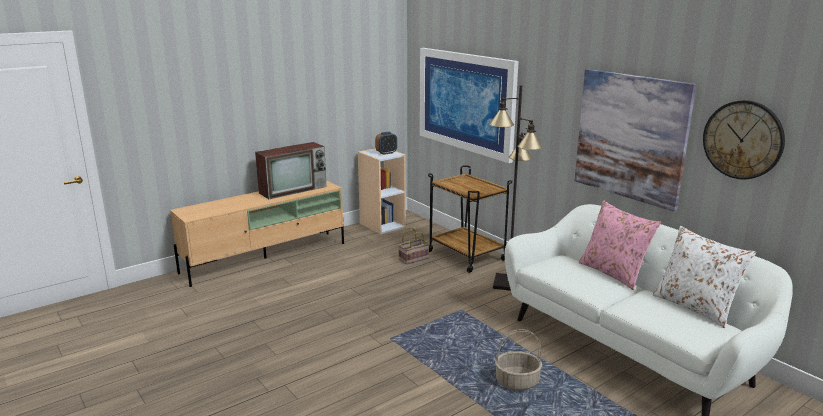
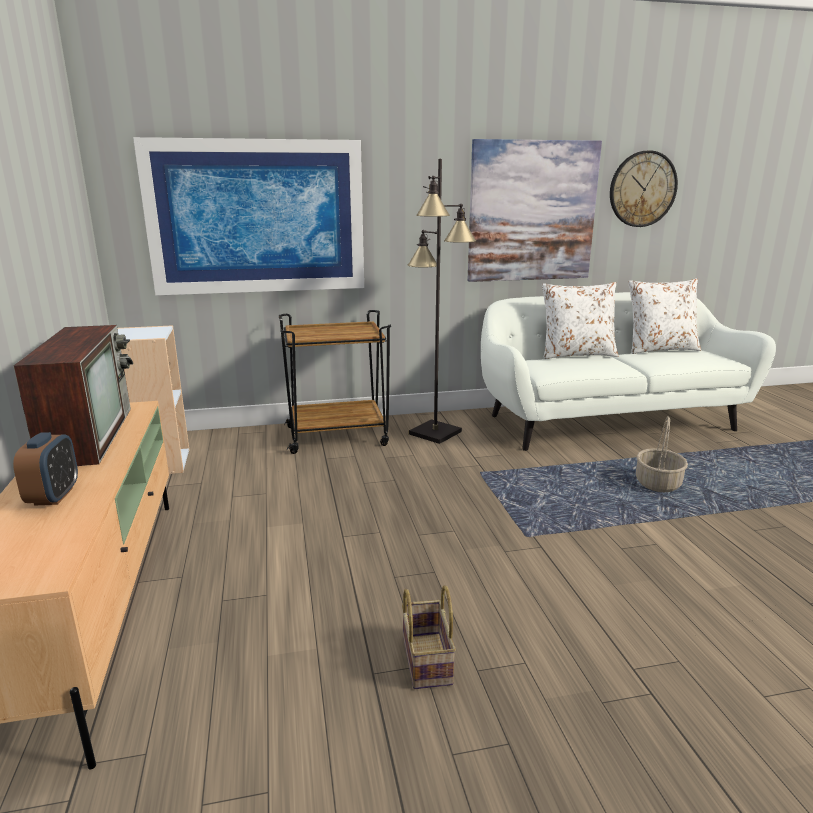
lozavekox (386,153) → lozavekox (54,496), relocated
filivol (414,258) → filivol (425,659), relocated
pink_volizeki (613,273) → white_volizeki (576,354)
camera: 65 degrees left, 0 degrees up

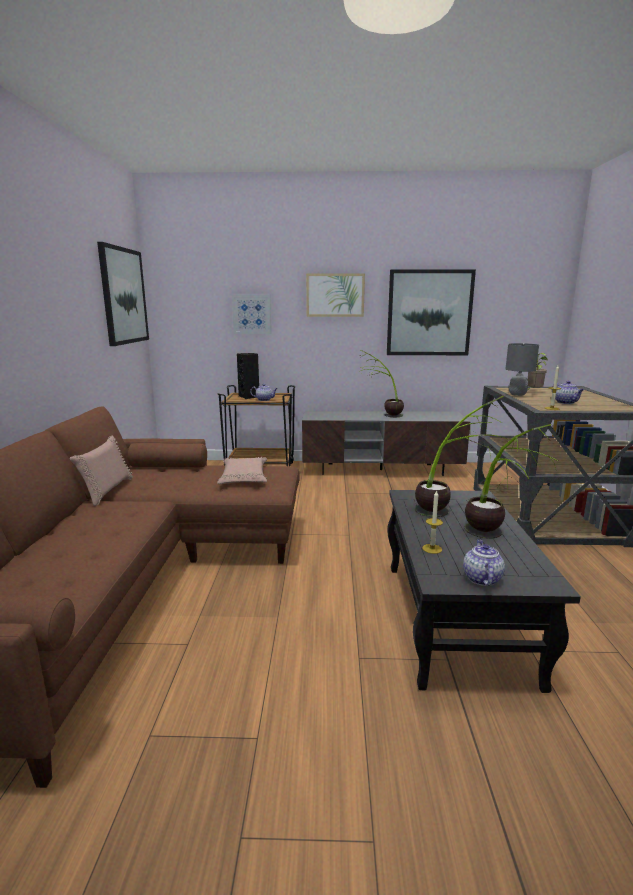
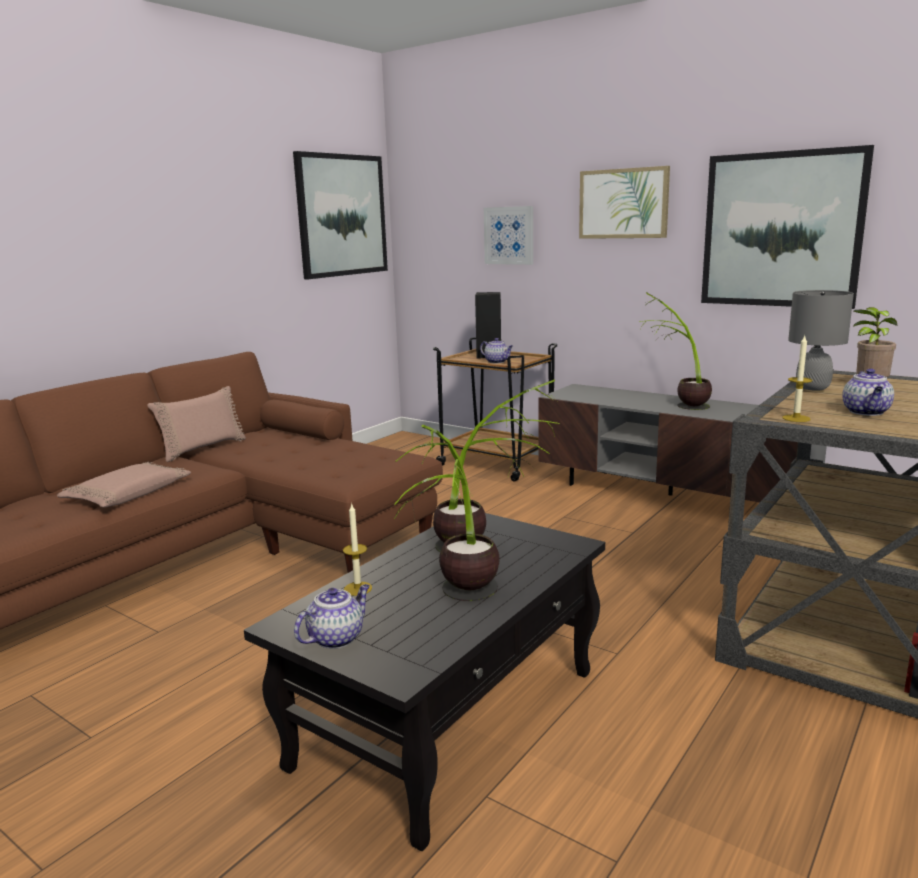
beige_volizeki (244,475) → beige_volizeki (128,492), relocated
camera: 35 degrees right, 0 degrees up

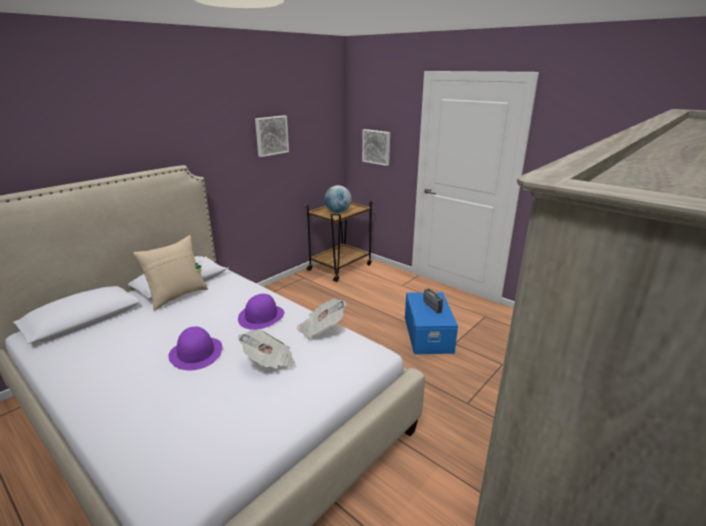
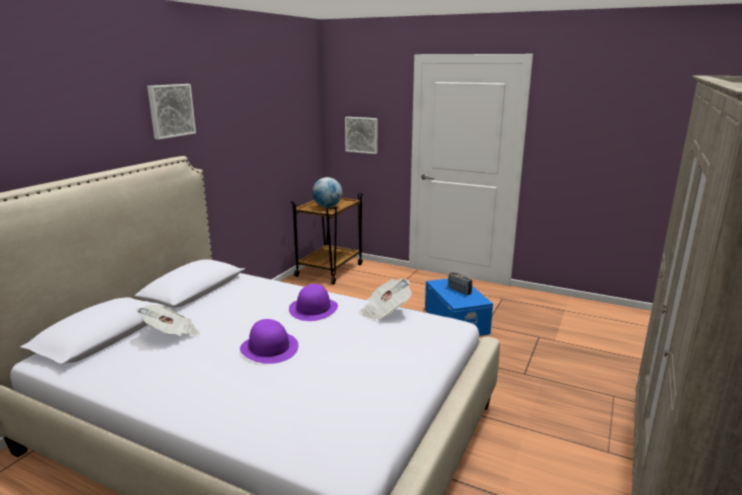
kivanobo (269,362) → kivanobo (171,334), relocated
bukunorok (271,135) → bukunorok (170,110), relocated
beige_volizeki (177,297) → -
camera: 15 degrees left, 5 degrees down

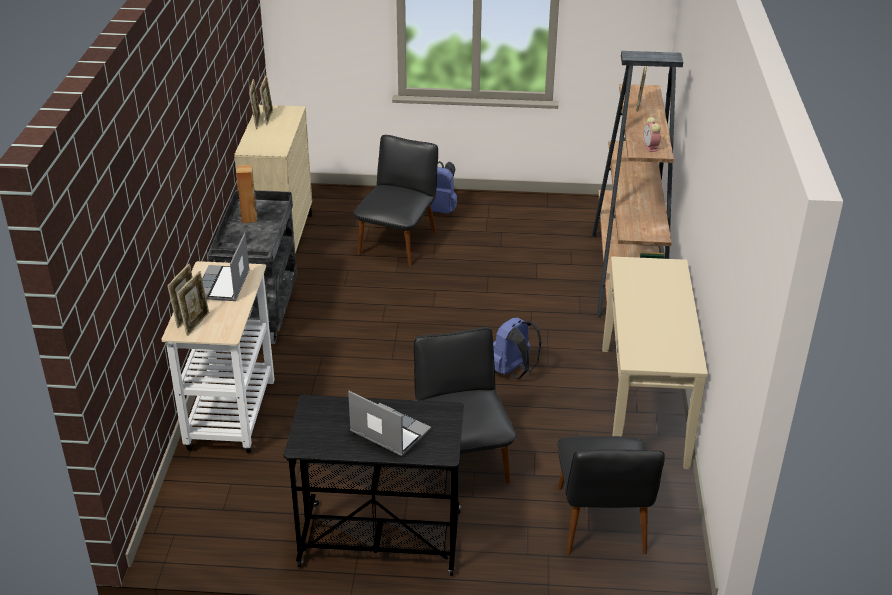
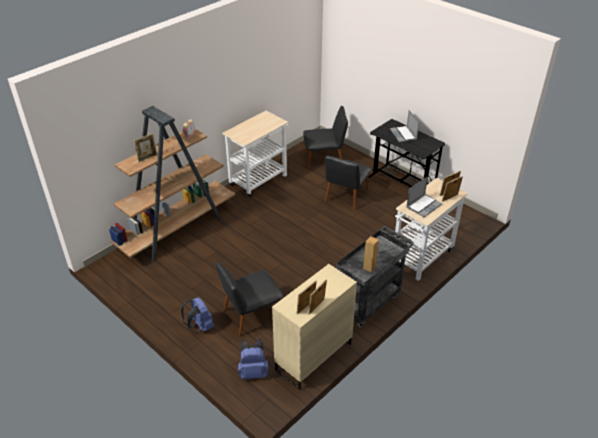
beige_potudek (644,405) → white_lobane (259,180)
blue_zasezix (513,371) → blue_zasezix (253,372), relocated
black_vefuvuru (601,520) → black_vefuvuru (324,159), 45 degrees clockwise
camera: 140 degrees left, 5 degrees up

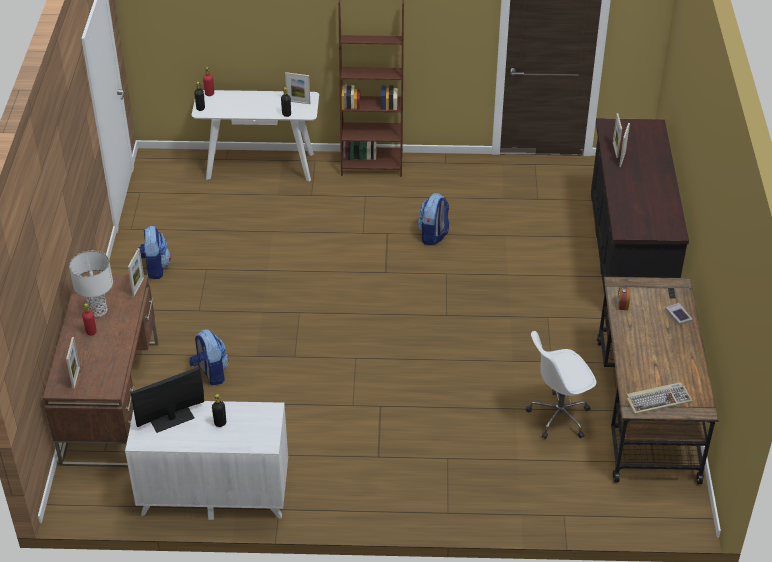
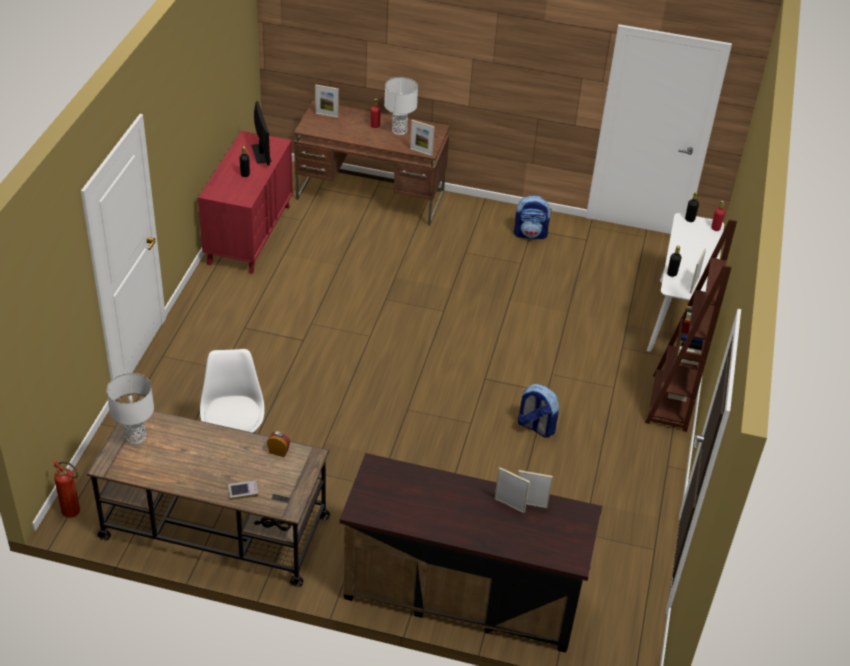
- → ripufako (74,513)
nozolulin (658,400) → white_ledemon (136,437)
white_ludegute (214,493) → red_ludegute (249,234)
zasezix (210,373) → -
camera: 100 degrees right, 0 degrees up

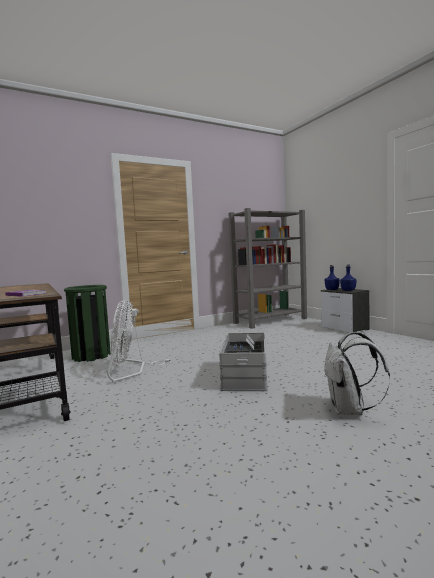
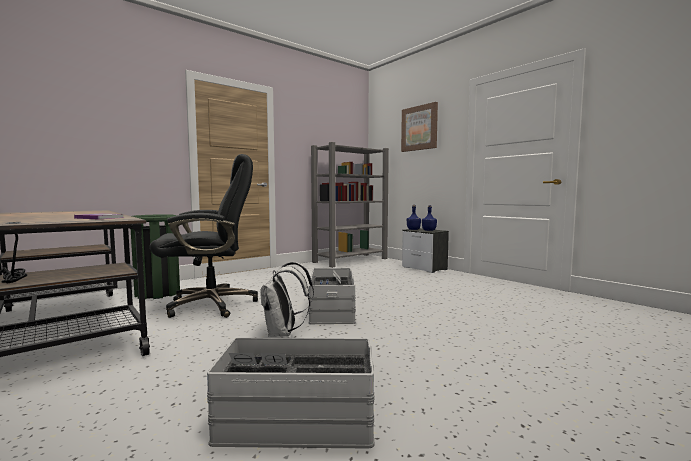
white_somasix (133,369) → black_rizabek (210,305)
- → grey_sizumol (296,420)
white_zasezix (349,410) → white_zasezix (283,333), relocated
- → bukunorok (419,128)
camera: 10 degrees left, 0 degrees up

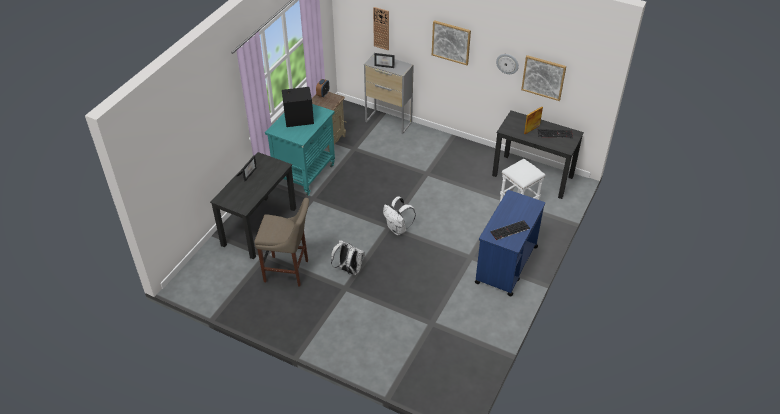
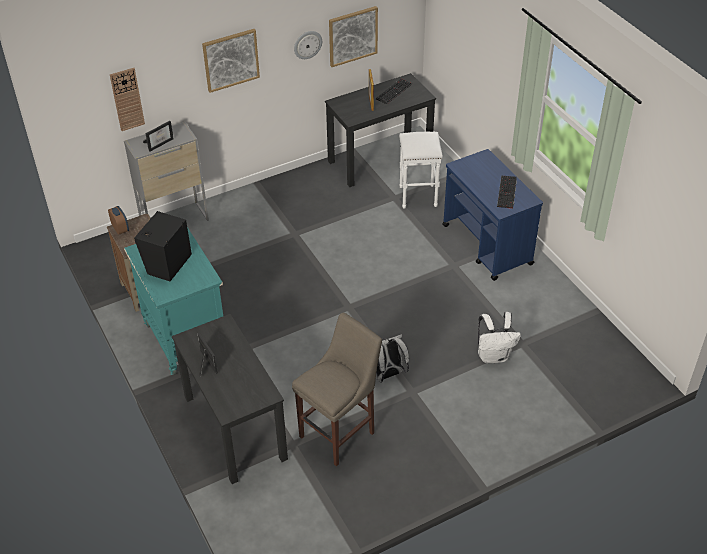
white_zasezix (398,229) → white_zasezix (494,356), relocated
camera: 55 degrees left, 0 degrees up

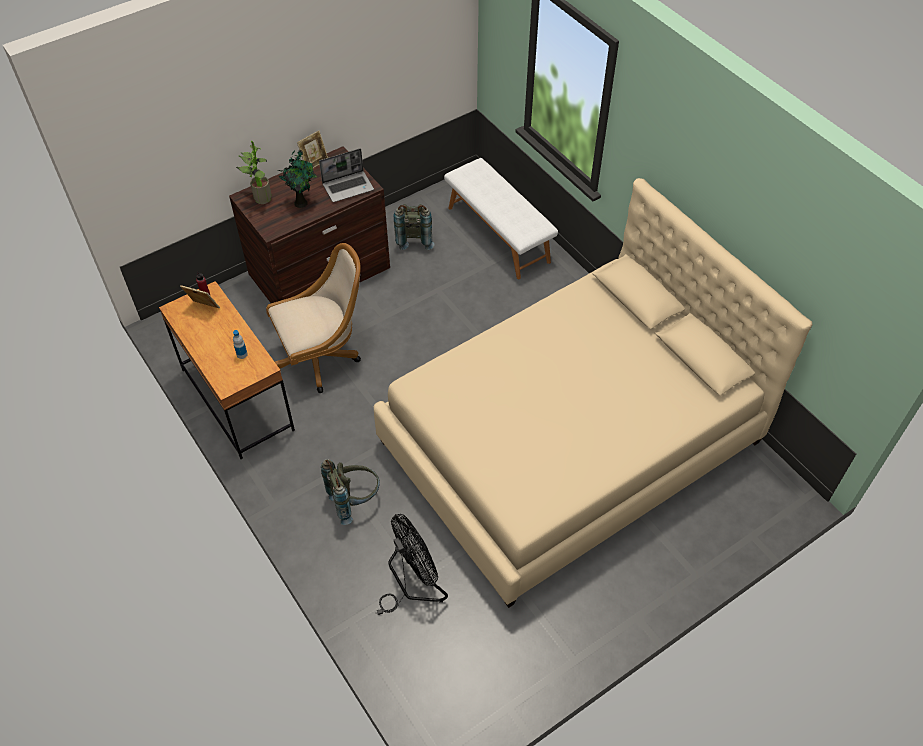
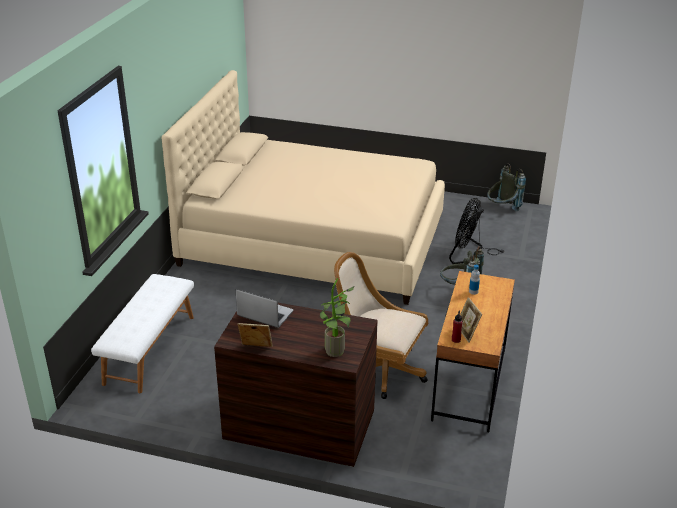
grey_zasezix (414,238) → grey_zasezix (502,209), relocated
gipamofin (301,202) → -
camera: 130 degrees left, 20 degrees down

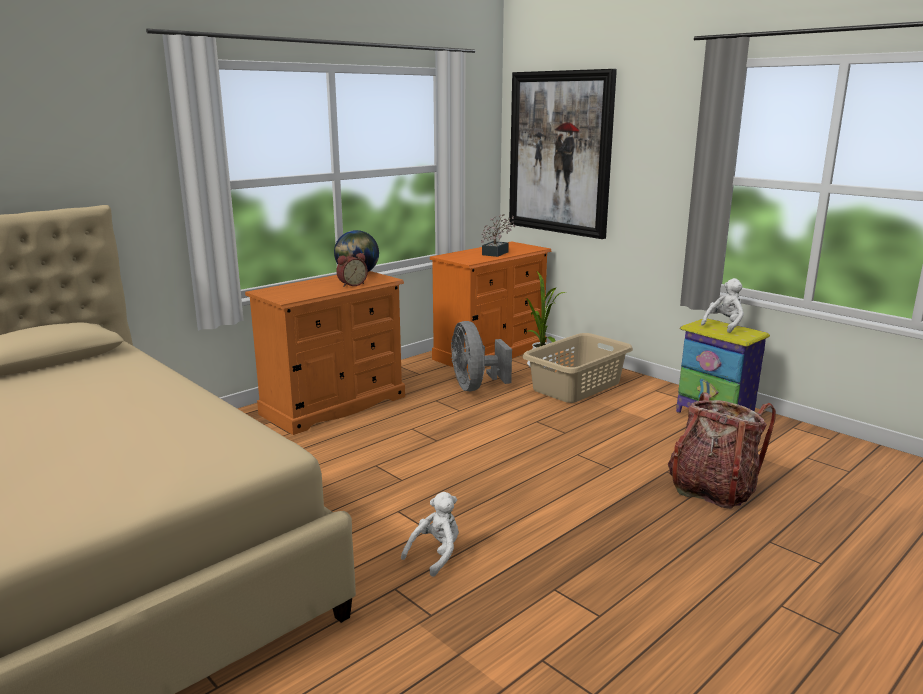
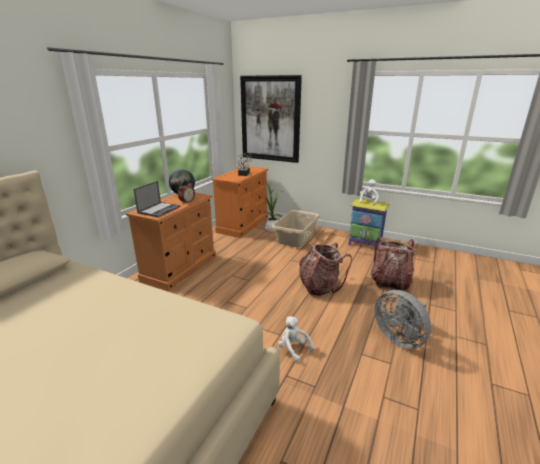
- → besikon (159,210)
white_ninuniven (436,555) → white_ninuniven (293,349), 60 degrees counterclockwise
- → zasezix (320,286)
grey_somasix (475,387) → grey_somasix (399,337), relocated
camera: 20 degrees left, 5 degrees up

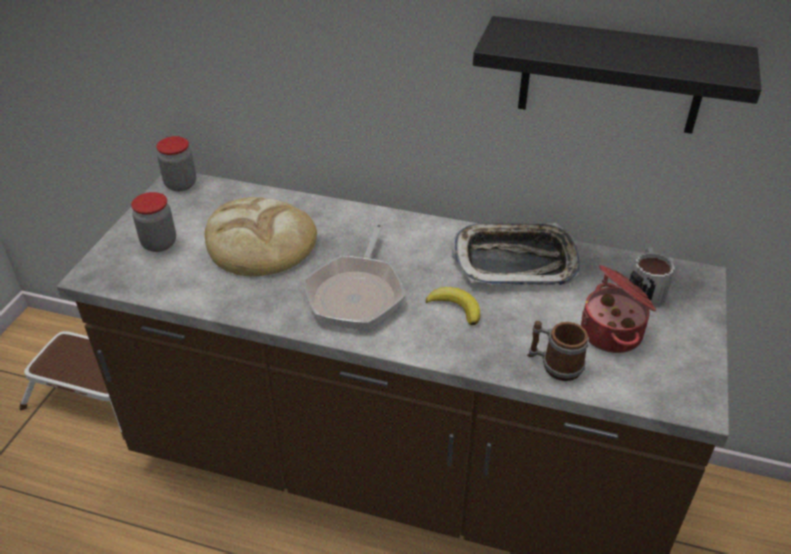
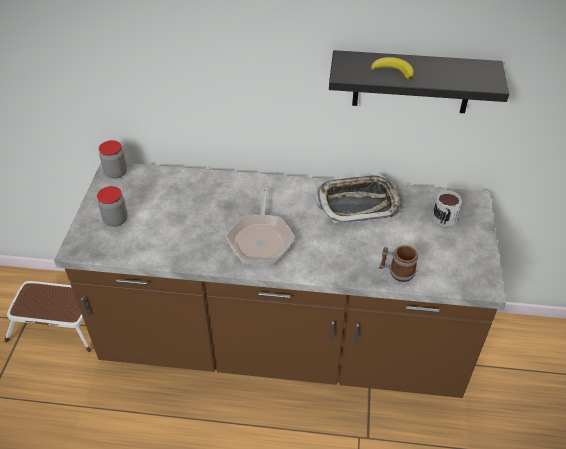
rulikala (456,307) → rulikala (393,71), relocated
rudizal (260,242) → -
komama (613,333) → -
camera: 10 degrees left, 5 degrees up

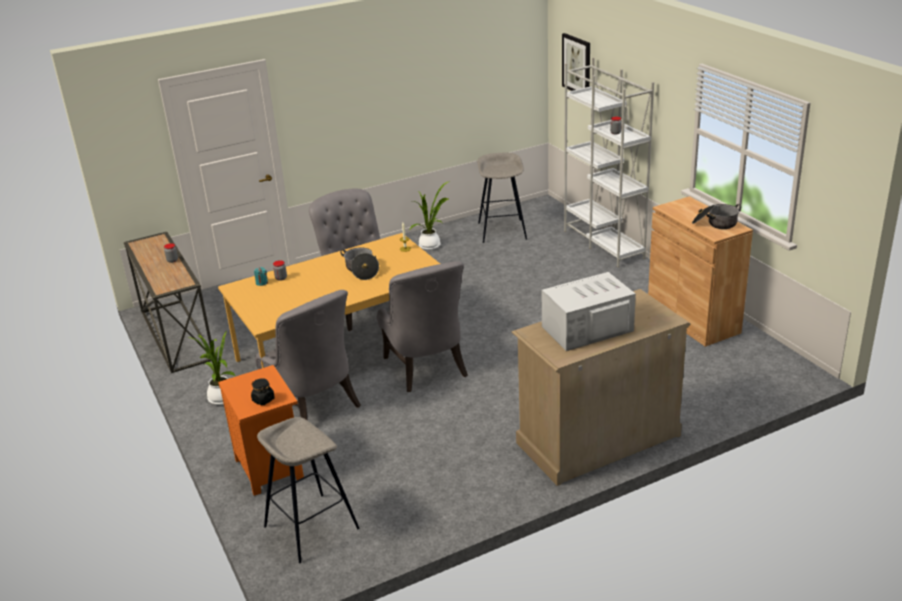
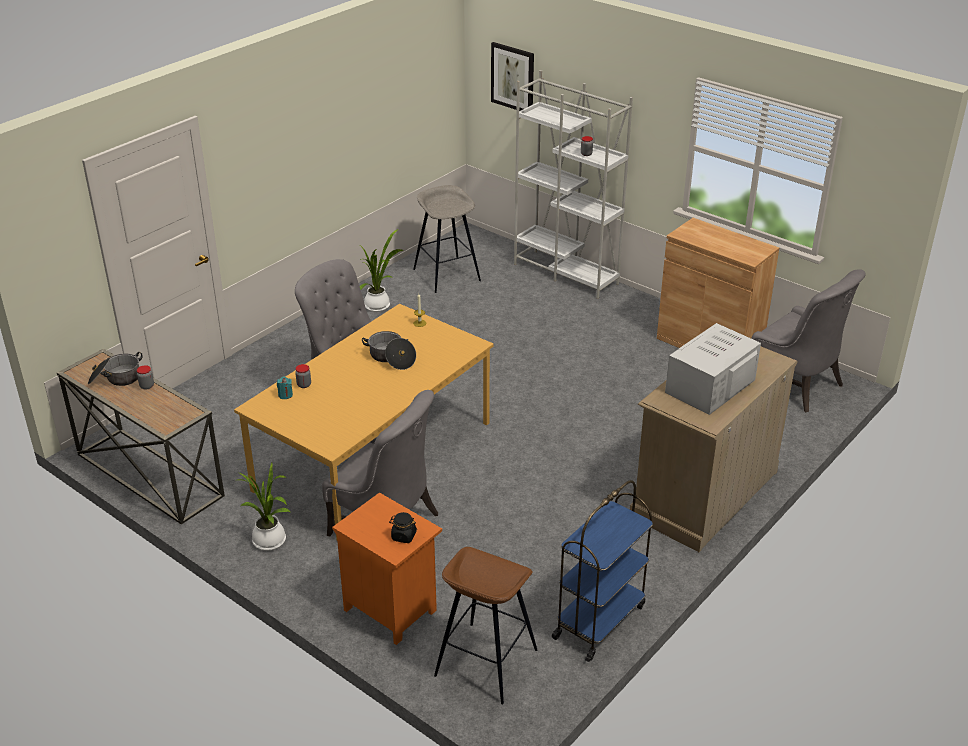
komama (715,223) → komama (116,379), relocated
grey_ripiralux (311,527) → brown_ripiralux (485,662)
- → blue_lobane (600,621)
grey_vefuvuru (426,367) → grey_vefuvuru (795,384), relocated
camera: 25 degrees left, 5 degrees up

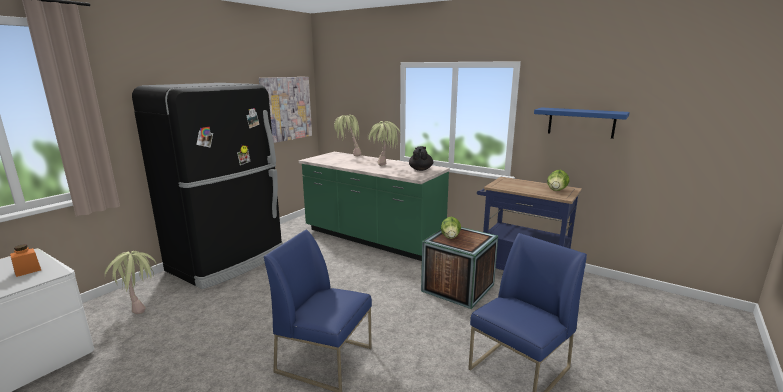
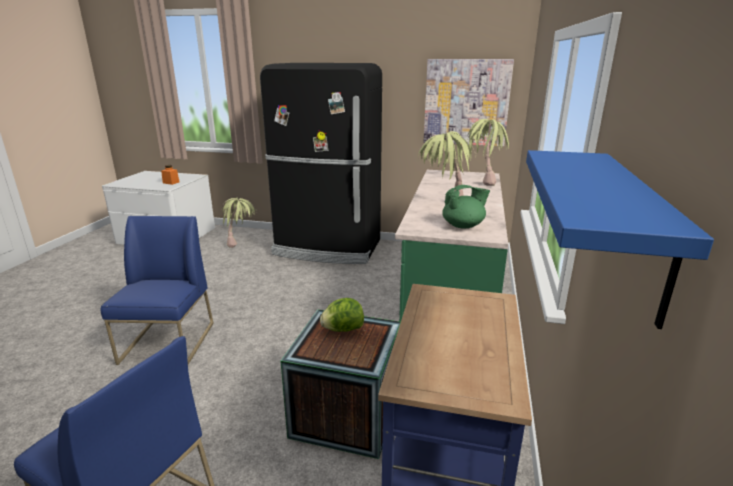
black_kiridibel (420,169) → green_kiridibel (463,226)
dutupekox (556,190) → -
camera: 70 degrees right, 5 degrees up

